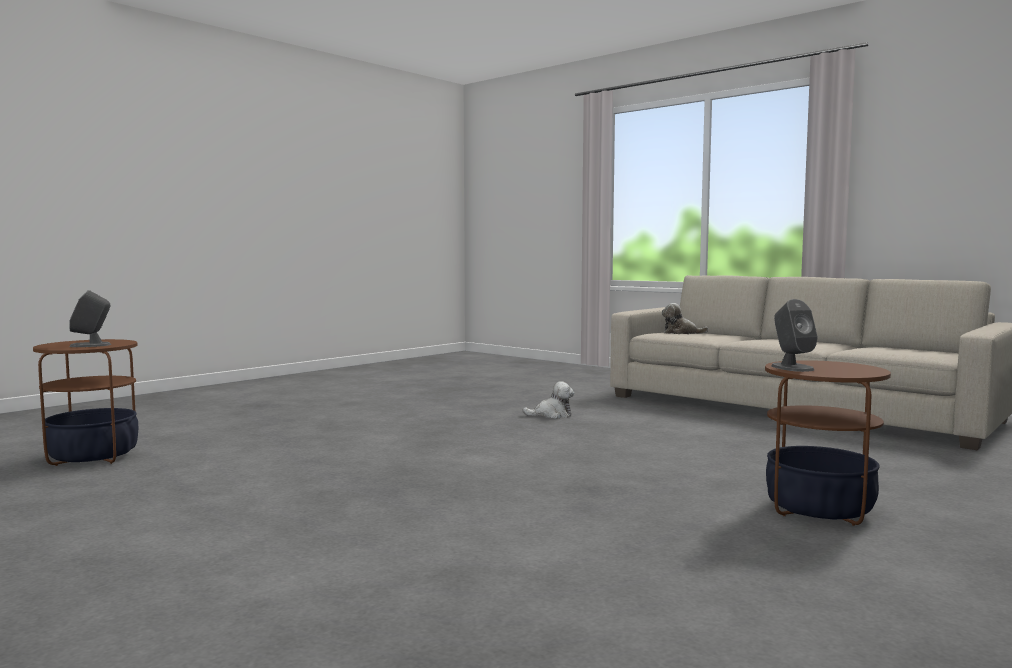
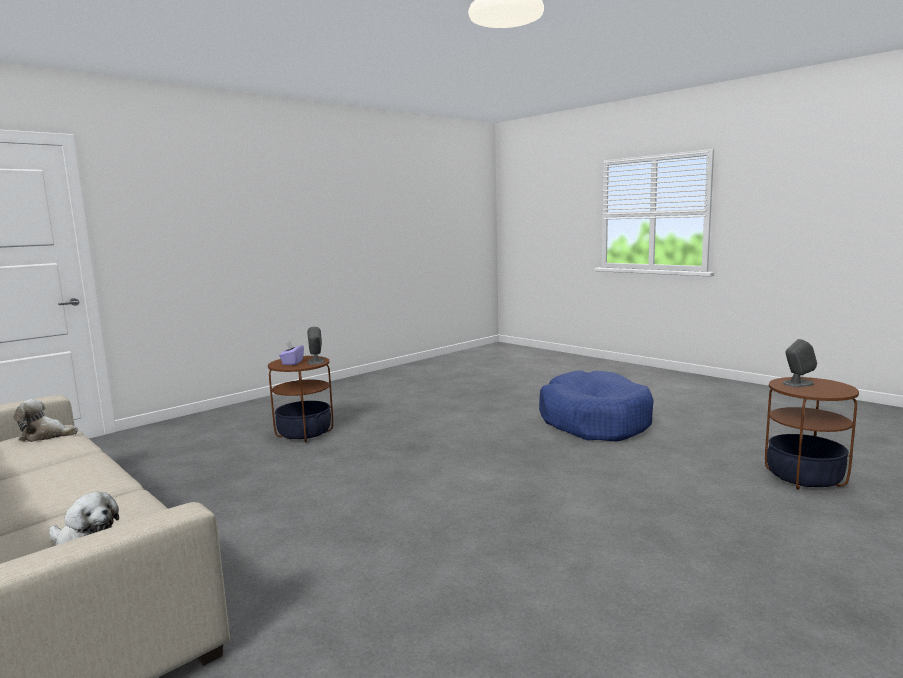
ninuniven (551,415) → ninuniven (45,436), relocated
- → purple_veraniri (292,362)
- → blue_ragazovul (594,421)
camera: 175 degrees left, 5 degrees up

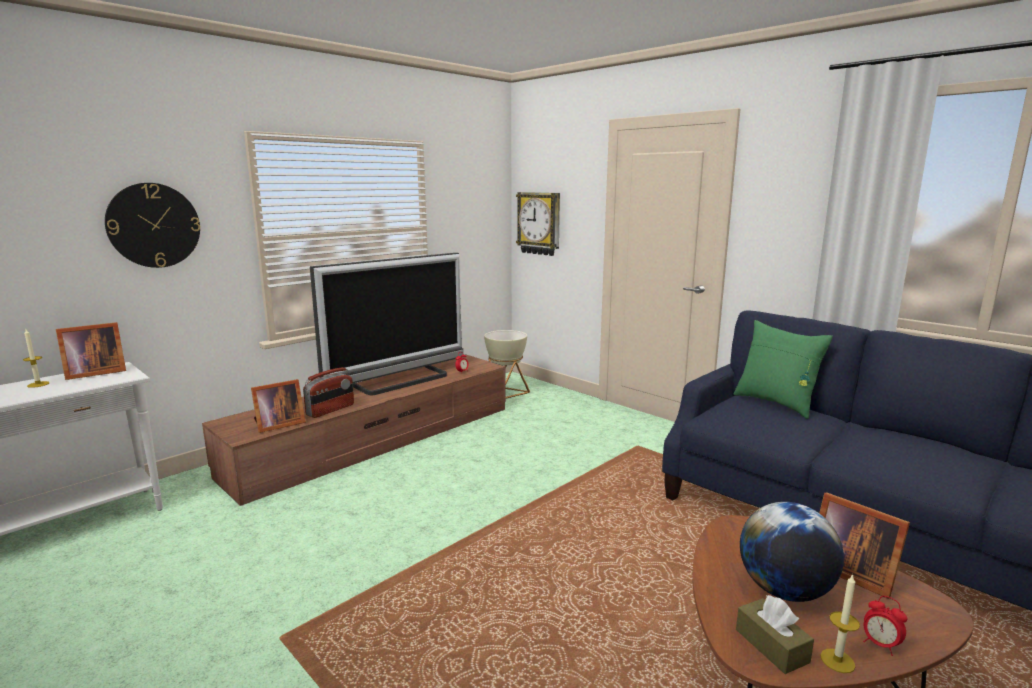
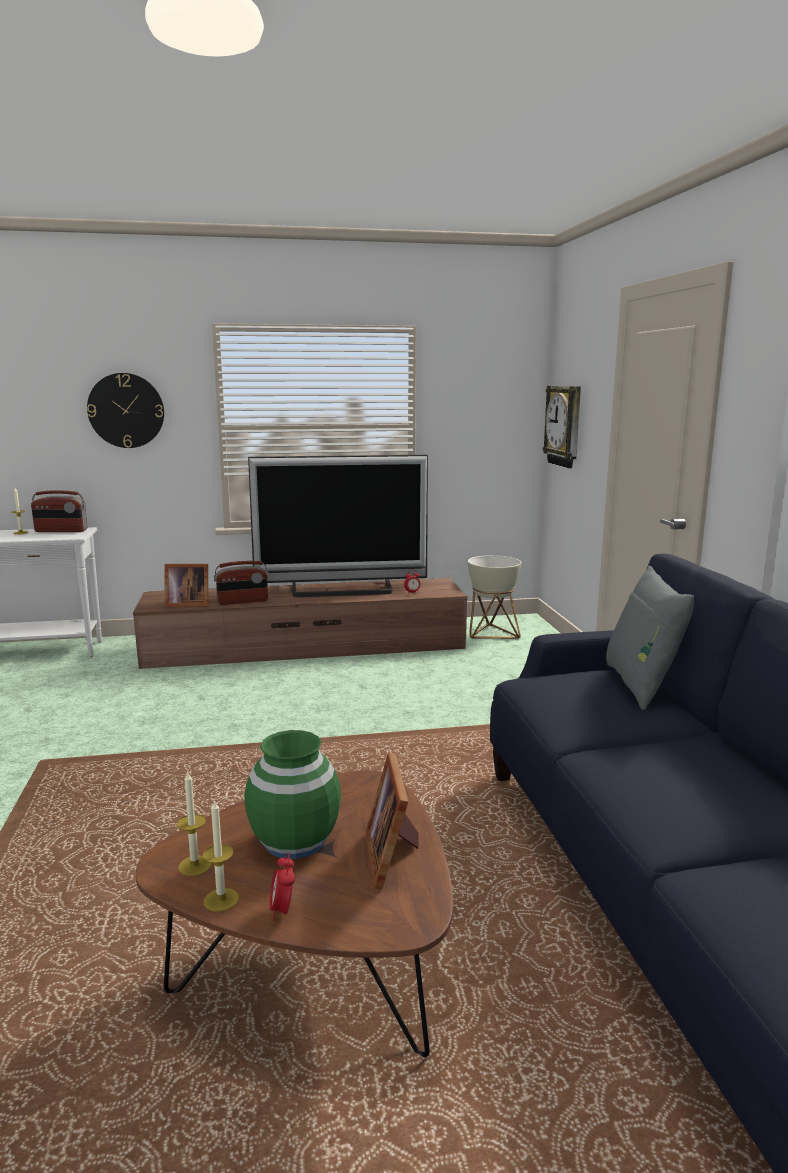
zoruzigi (93,373) → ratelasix (61,531)
brown_veraniri (771,646) → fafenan (195,866)
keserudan (784,590) → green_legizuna (295,840)
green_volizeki (775,404) → grey_volizeki (641,686)
camera: 35 degrees right, 0 degrees up

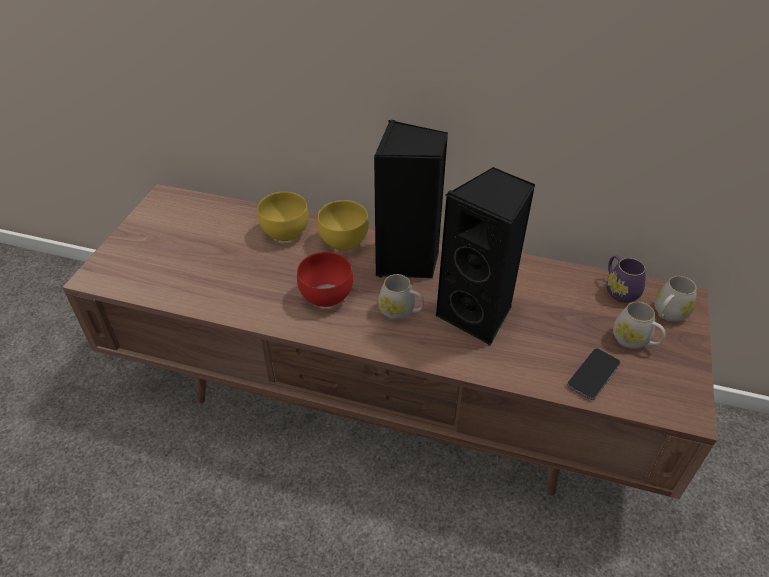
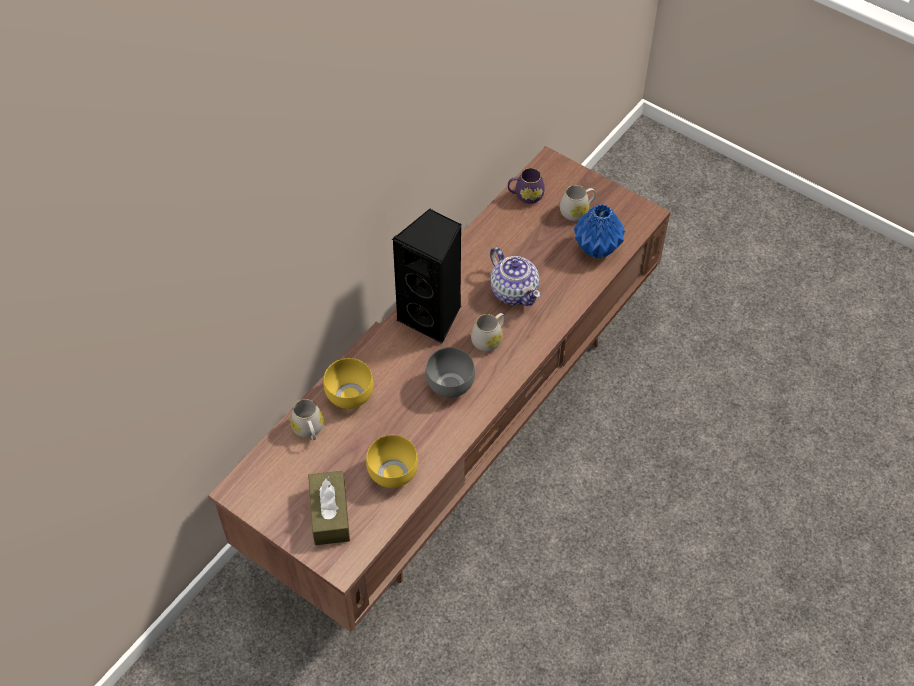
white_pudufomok (668,314) → white_pudufomok (309,430), relocated
- → brown_veraniri (330,514)
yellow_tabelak (346,242) → yellow_tabelak (394,472), relocated
red_tabelak (328,296) → grey_tabelak (450,383)
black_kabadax (478,314) → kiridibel (514,291)
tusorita (593,375) → blue_legizuna (598,248)
camera: 70 degrees left, 10 degrees up

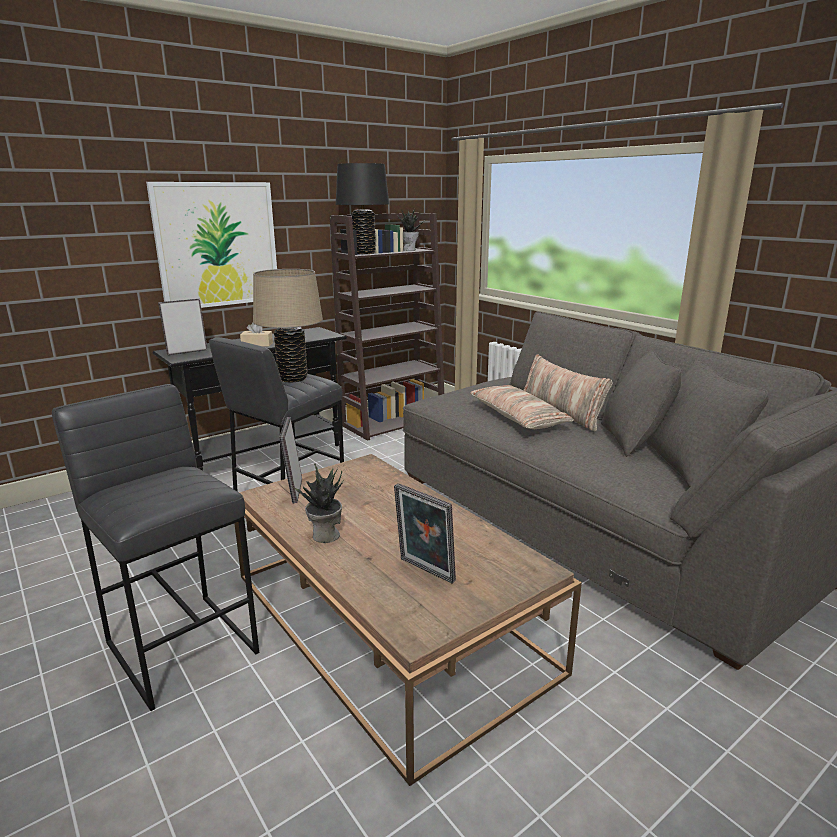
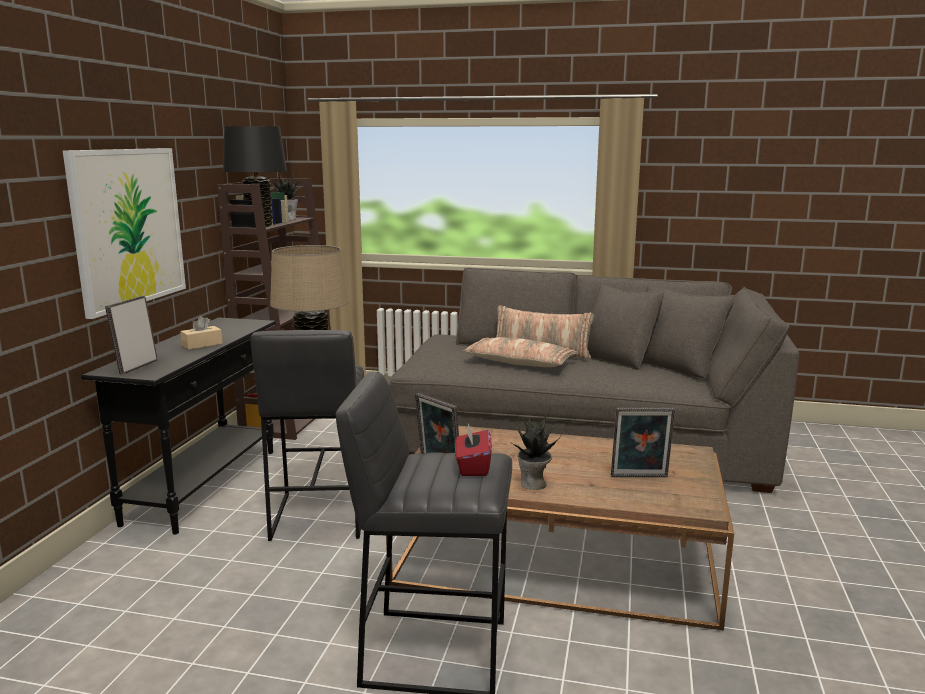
- → red_veraniri (473,467)
camera: 40 degrees left, 5 degrees down

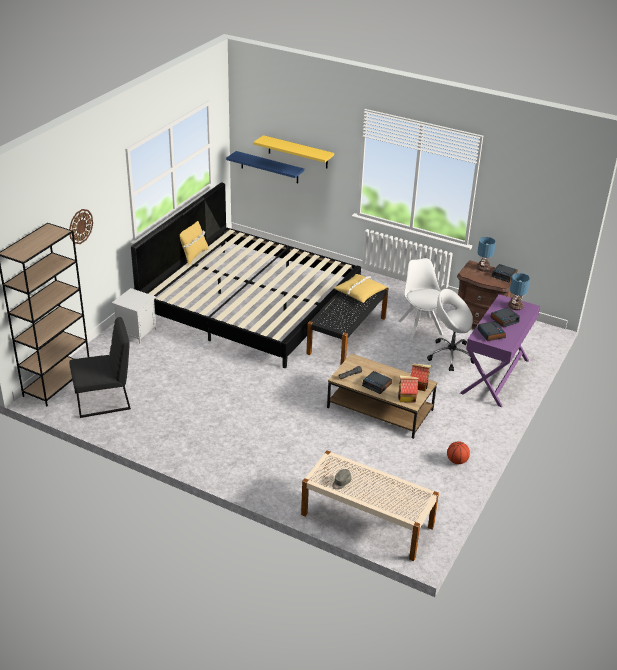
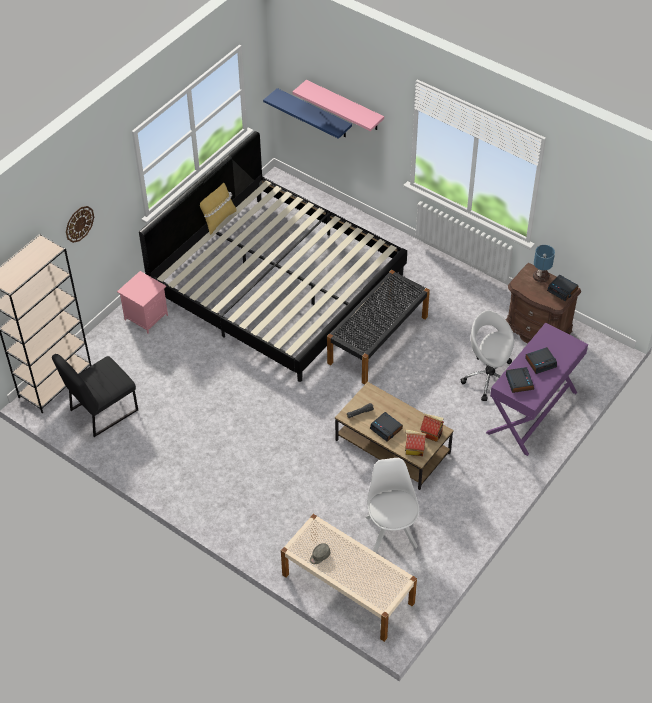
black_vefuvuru (104,400) → black_vefuvuru (102,410), 150 degrees clockwise
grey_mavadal (136,331) → pink_mavadal (146,316)
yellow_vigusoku (298,152) → pink_vigusoku (344,106)
white_vefuvuru (420,327) → white_vefuvuru (391,531), relocated
yellow_volizeki (359,292) → -
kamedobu (457,461) → -
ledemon (515,306) → -
camera: 10 degrees right, 15 degrees up

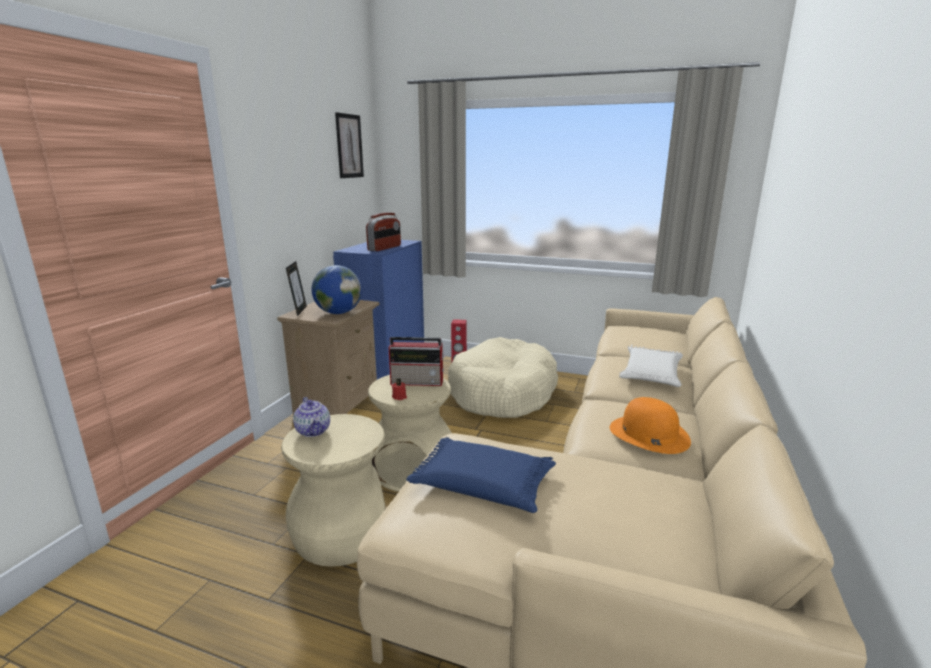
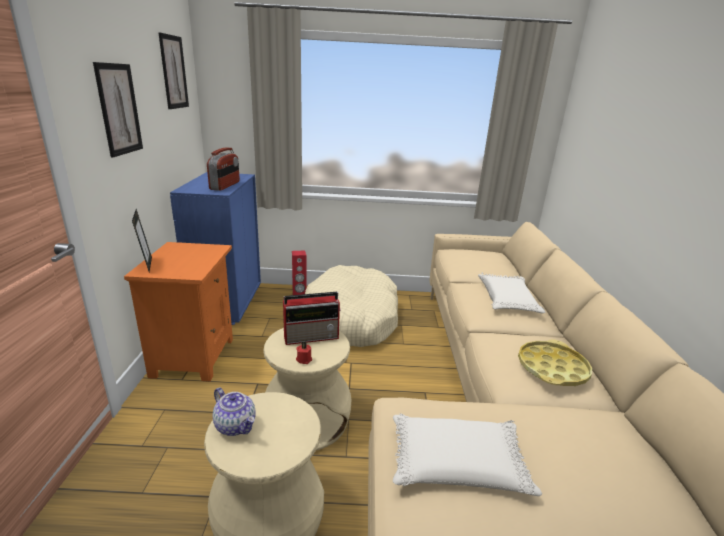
- → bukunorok (119,109)
beige_mavadal (339,406) → orange_mavadal (196,356)
blue_volizeki (483,481) → white_volizeki (458,459)
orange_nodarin (648,434) → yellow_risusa (552,368)
keserudan (338,313) → -
camera: 20 degrees left, 5 degrees up

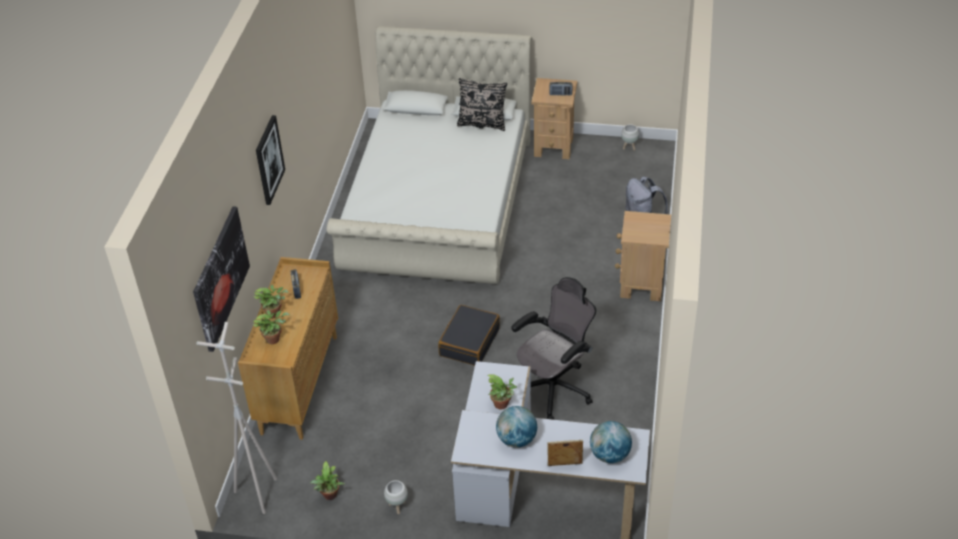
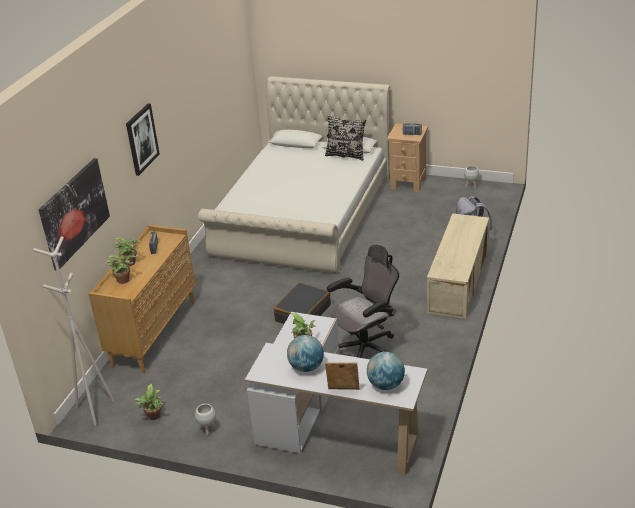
beige_mavadal (640,285) → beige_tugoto (459,282)
camera: 10 degrees right, 10 degrees down

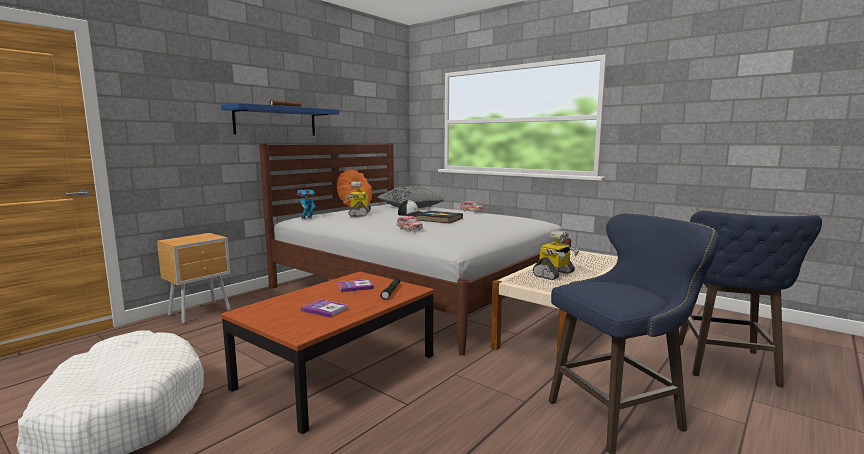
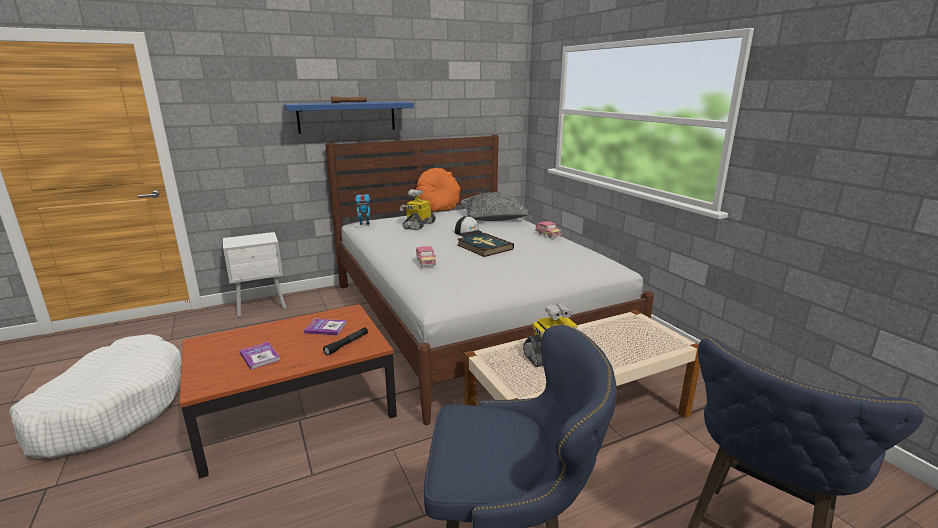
brown_mavadal (201,312) → white_mavadal (262,306)
camera: 25 degrees right, 10 degrees up

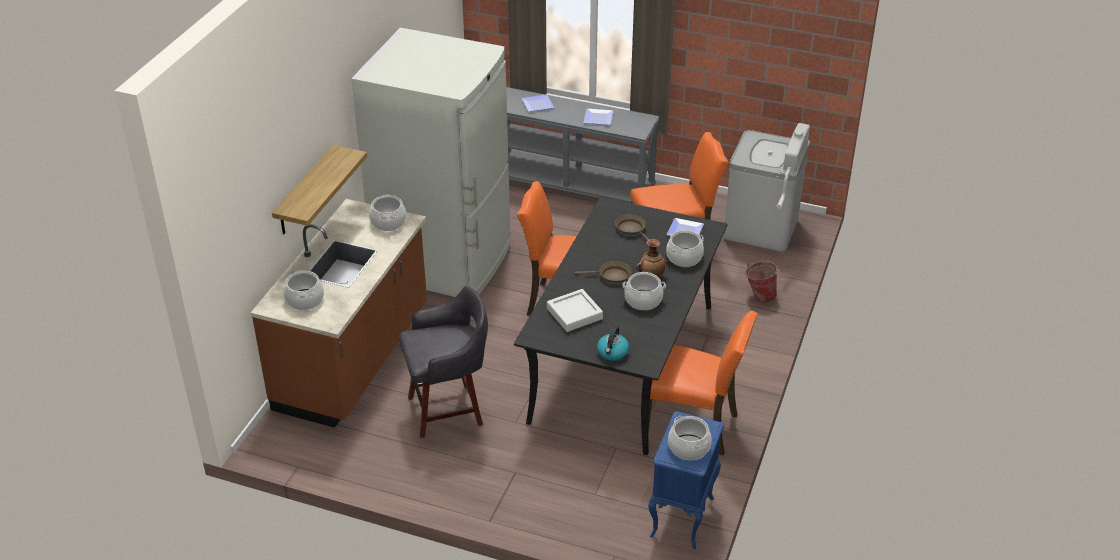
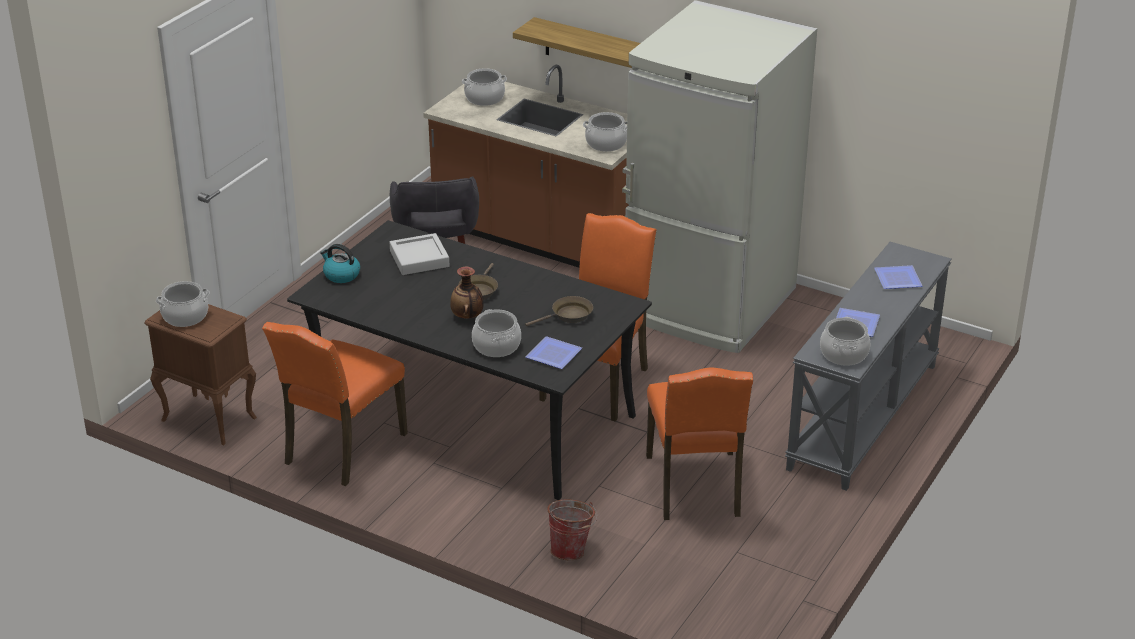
blue_mavadal (682,518) → brown_mavadal (208,419)
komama (643,300) → komama (843,354), relocated
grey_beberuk (761,231) → -
camera: 100 degrees right, 5 degrees down

